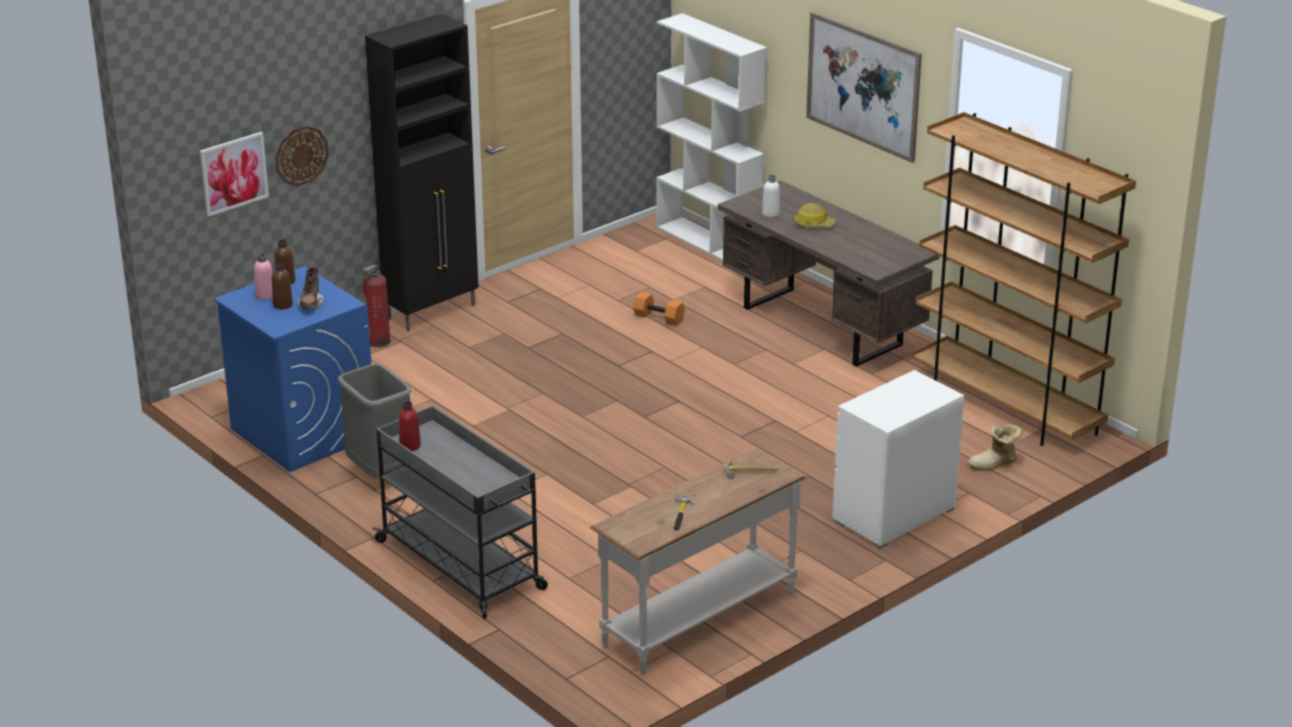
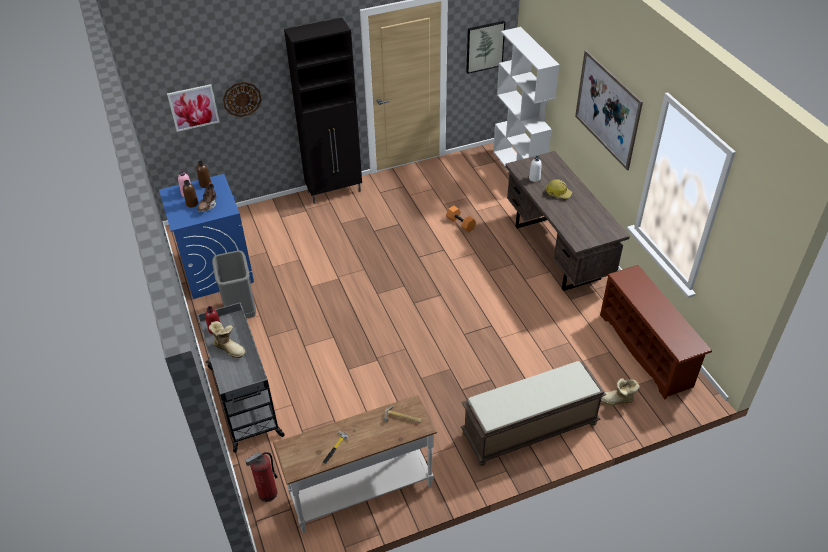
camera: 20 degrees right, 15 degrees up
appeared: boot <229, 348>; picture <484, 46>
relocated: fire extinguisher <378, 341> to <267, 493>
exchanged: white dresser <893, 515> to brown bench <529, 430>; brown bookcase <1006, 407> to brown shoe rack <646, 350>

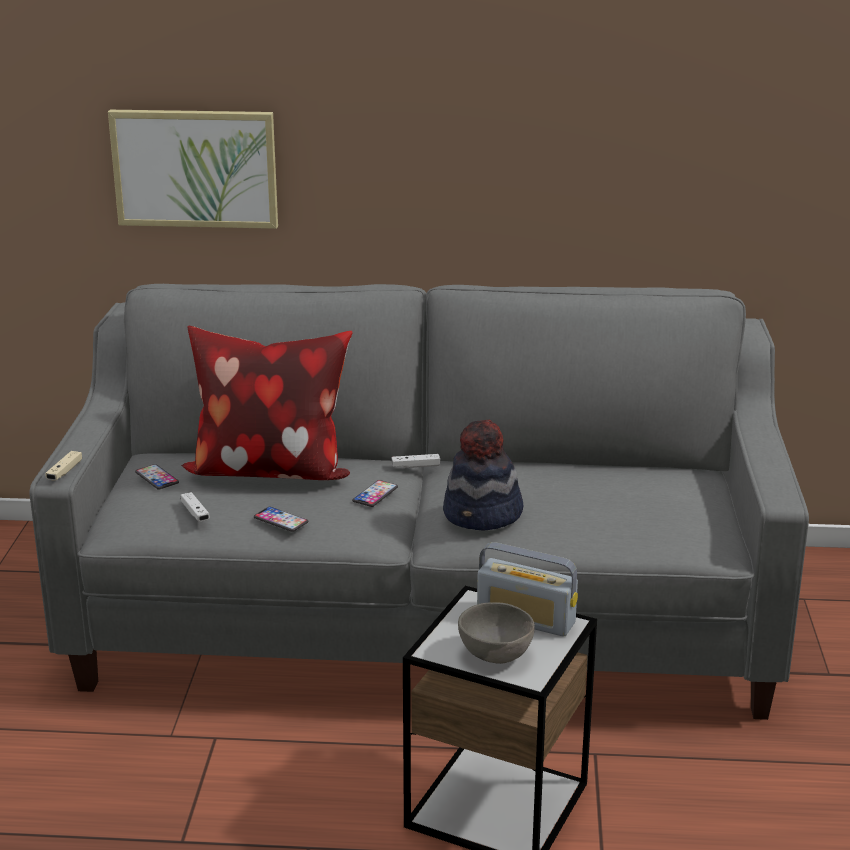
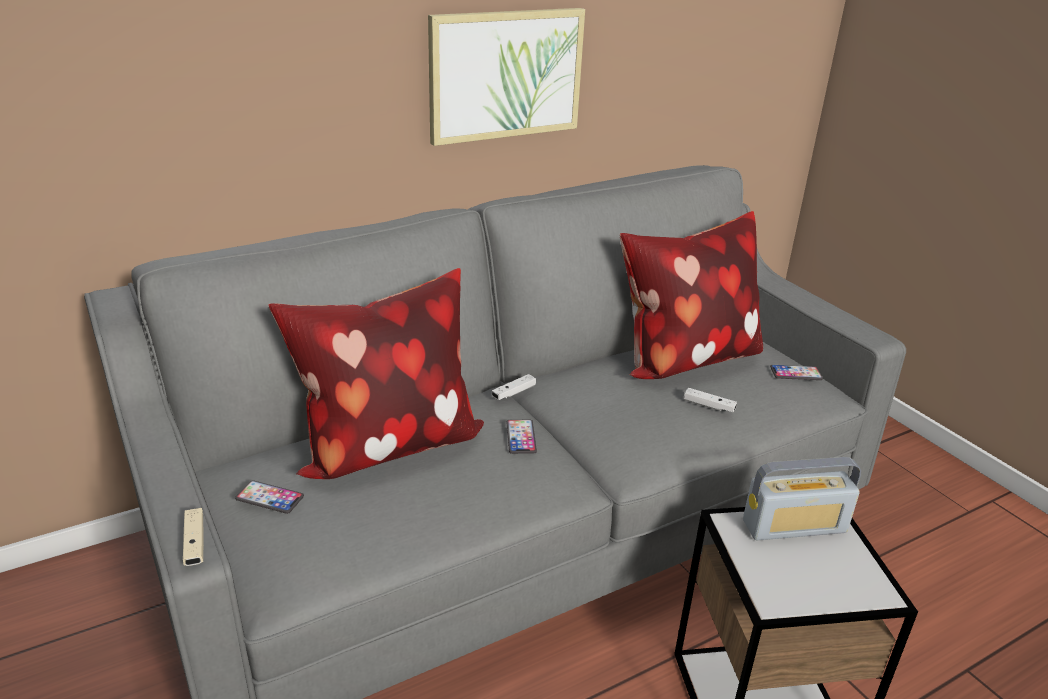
camera: 35 degrees left, 5 degrees up
missing: hat <483, 515>; grey bowl <495, 656>
appeared: pillow <684, 358>
relocated: picture <195, 168> to <505, 74>; white game controller <195, 513> to <709, 406>; phone <281, 520> to <795, 373>

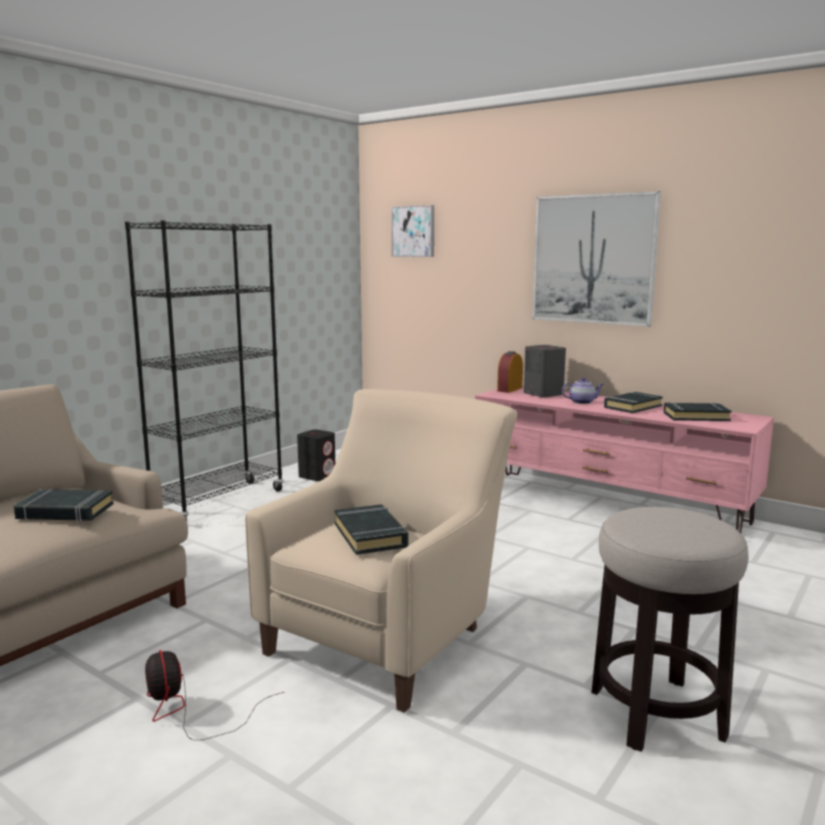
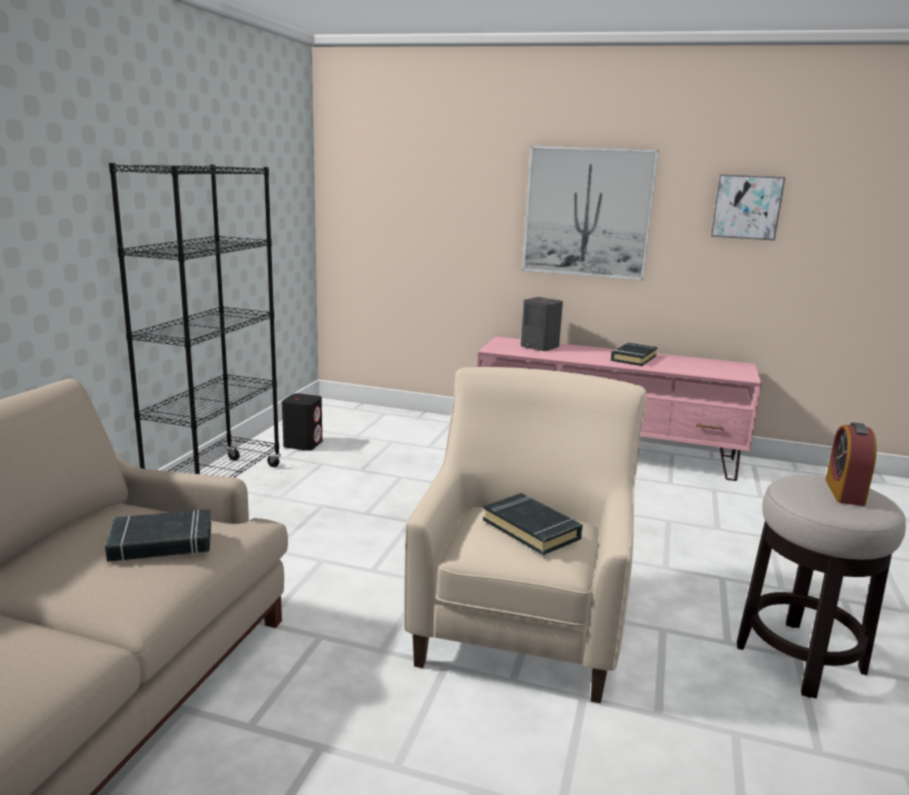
camera: 20 degrees left, 5 degrees up
missing: fan <188, 711>; teapot <582, 402>; black book <695, 416>
relocated: picture <414, 231> to <746, 207>; alarm clock <510, 389> to <844, 492>

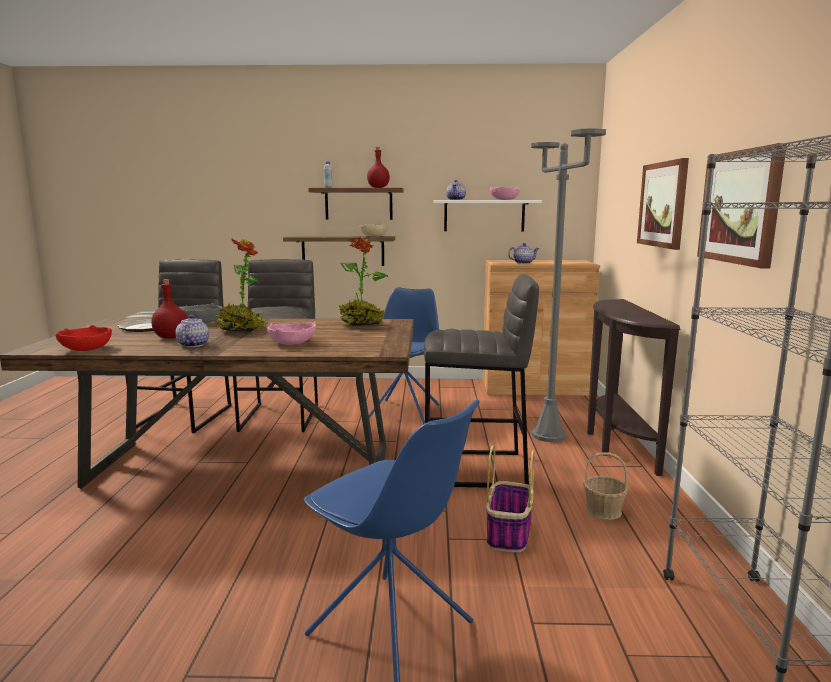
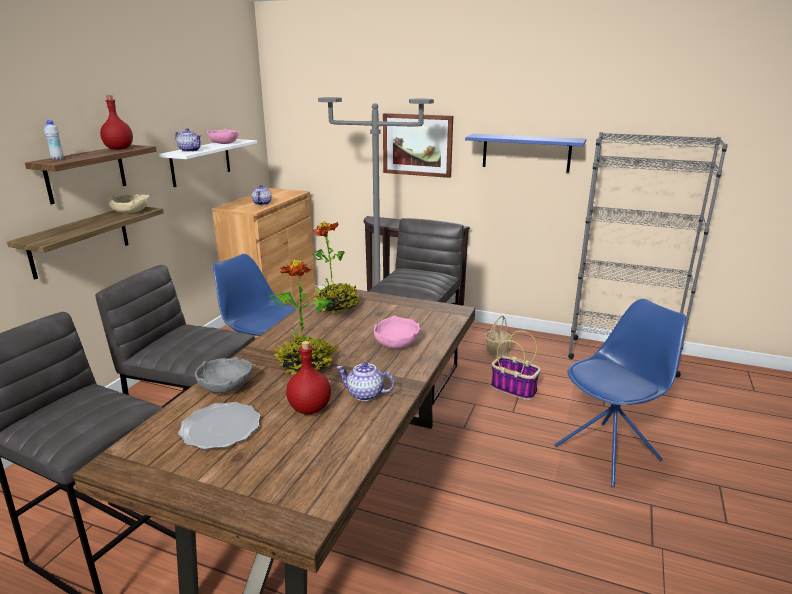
camera: 70 degrees left, 10 degrees up
missing: red bowl <86, 349>
exchanged: picture <740, 207> to blue shelf <526, 152>

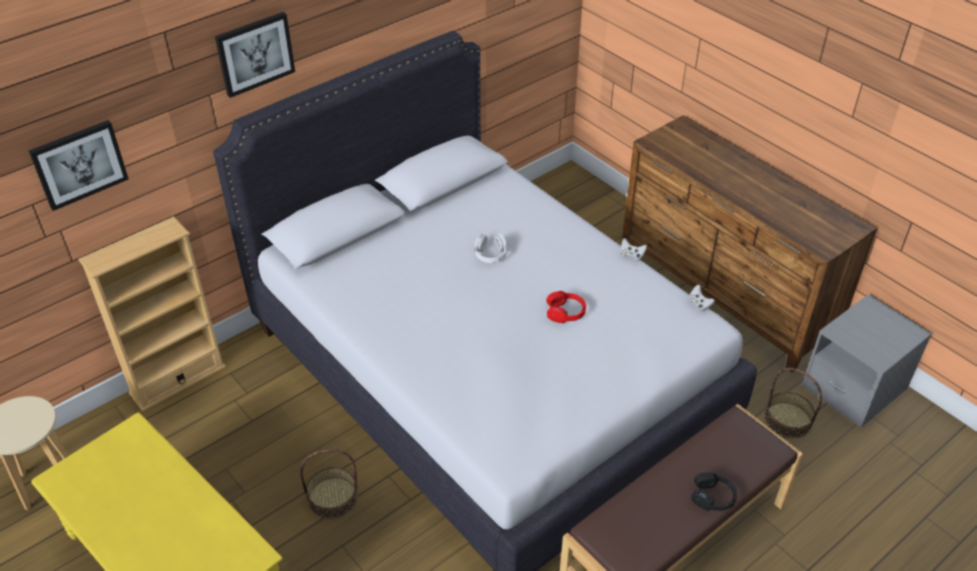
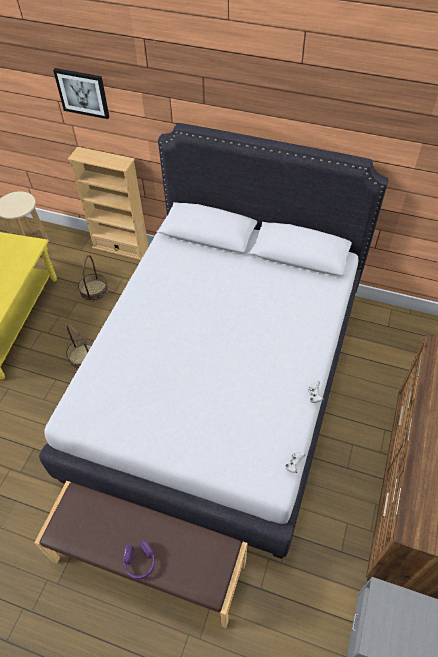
camera: 60 degrees right, 10 degrees up
missing: picture <255, 53>; white headphones <491, 254>; red headphones <565, 312>
relocated: basket <788, 420> to <94, 290>
colour: black headphones <713, 497> to purple headphones <140, 562>

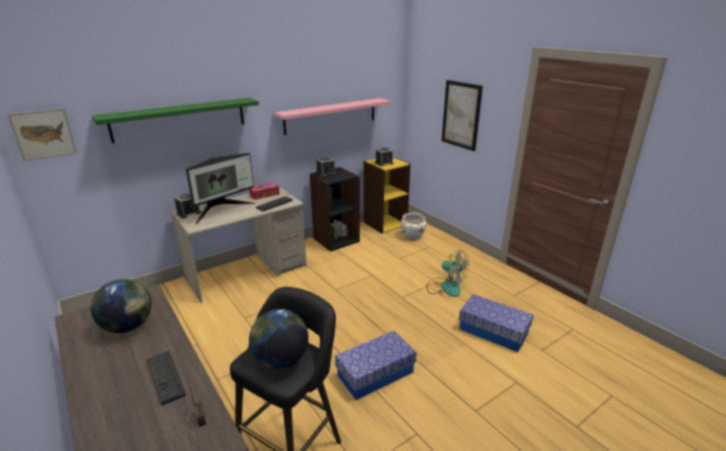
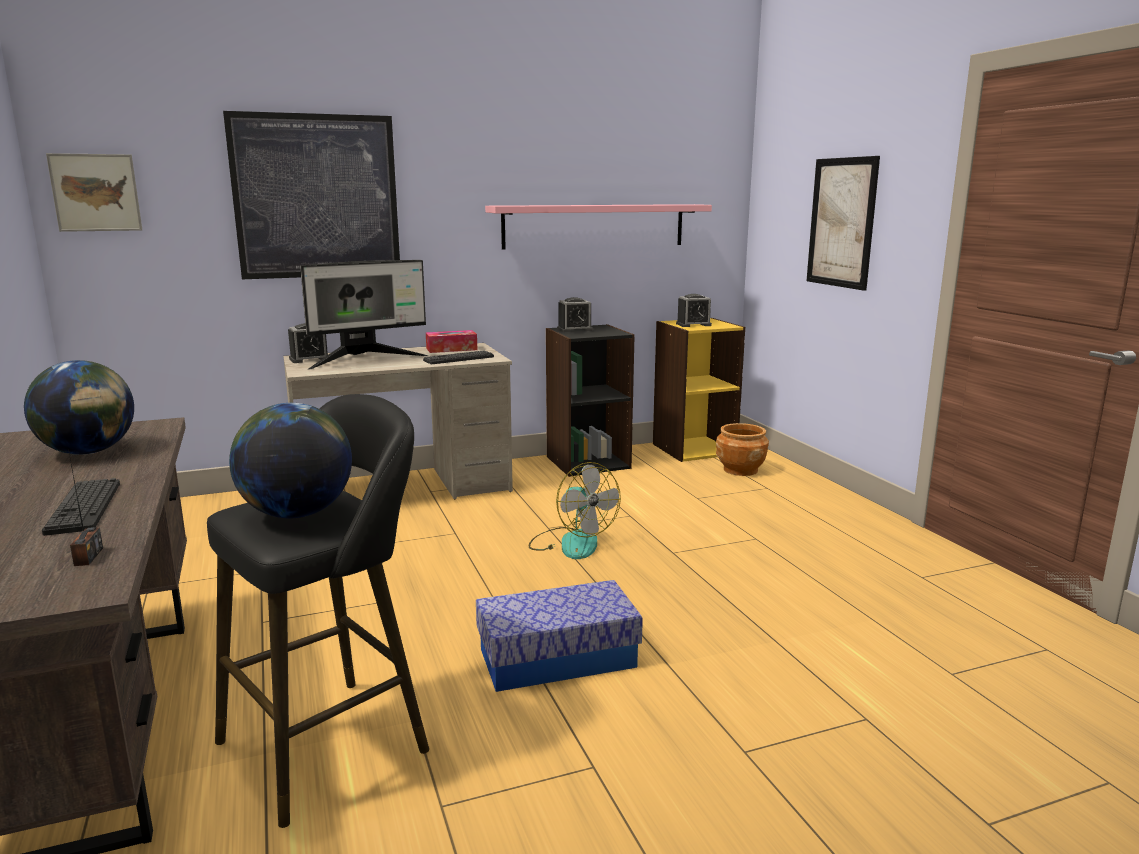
camera: 15 degrees right, 10 degrees down
missing: storage box <493, 331>
relocated: fan <445, 286> to <571, 542>
exchanged: green shelf <180, 119> to picture <316, 197>
colour: white planter <412, 236> to brown planter <740, 470>

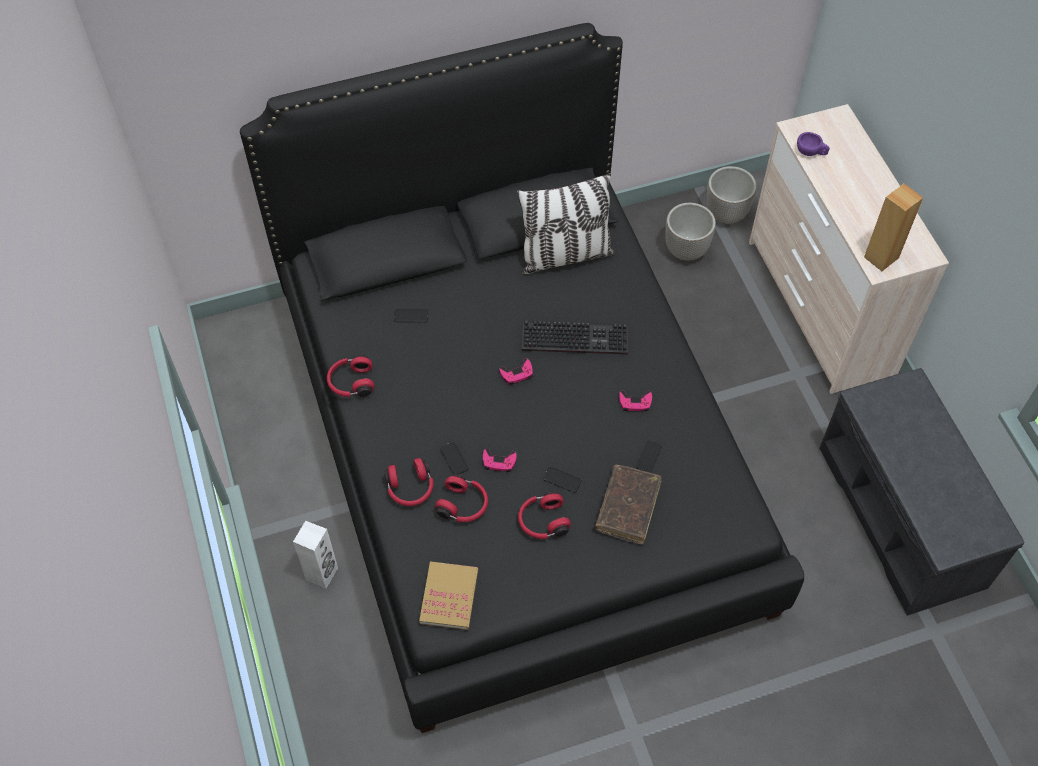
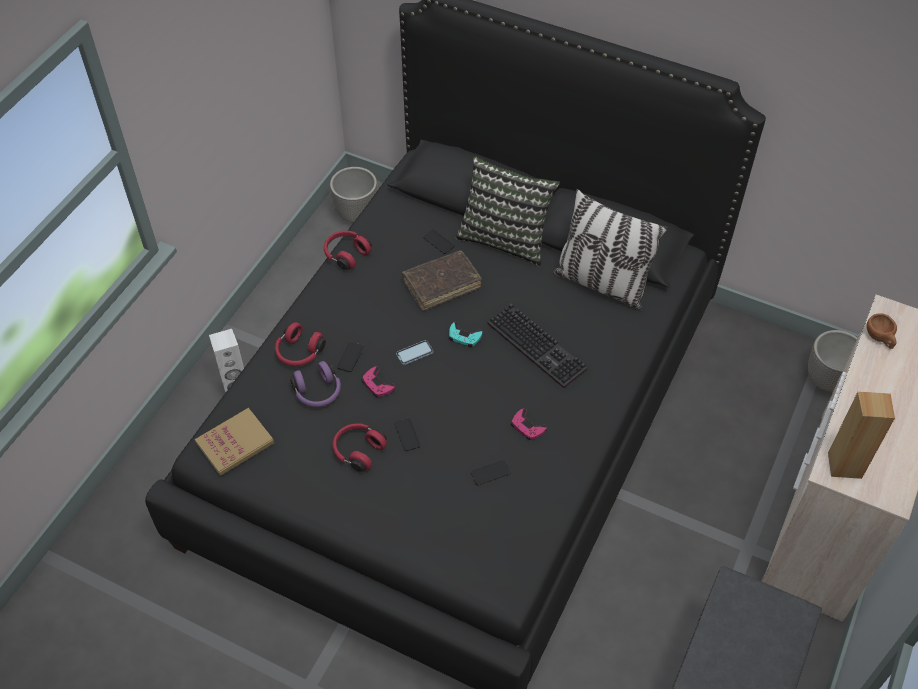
camera: 45 degrees right, 5 degrees down
appeared: phone <414, 353>; pillow <505, 237>
relocated: planter <685, 250> to <356, 214>; brown book <628, 508> to <441, 284>
colour: red headphones <463, 505> to purple headphones <318, 392>; pink game controller <517, 374> to turquoise game controller <464, 337>; purple cup <811, 152> to brown cup <880, 338>

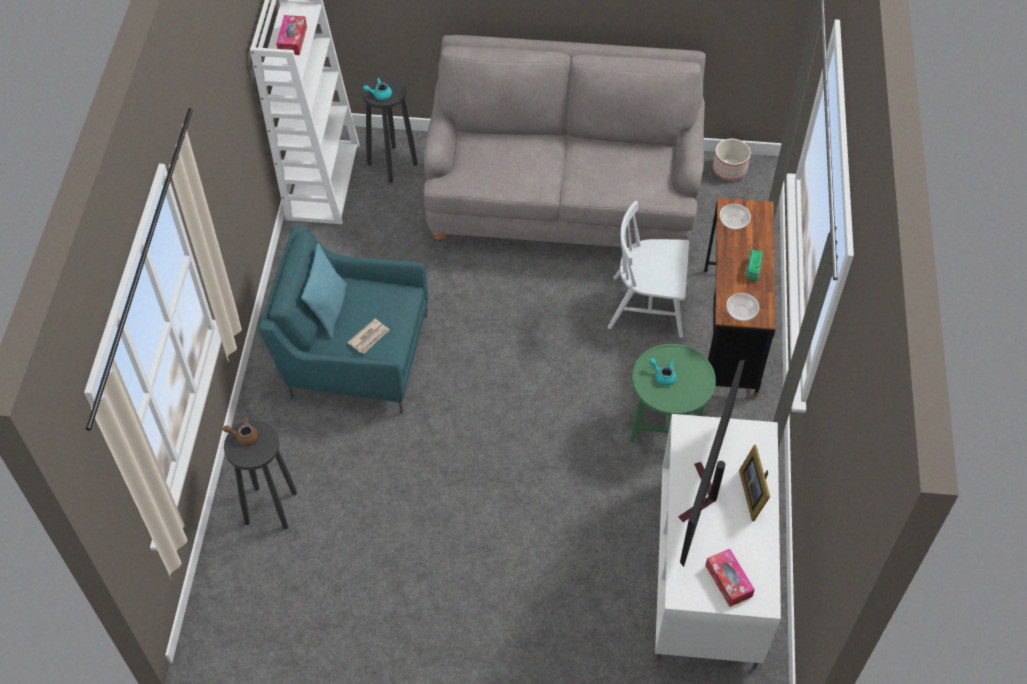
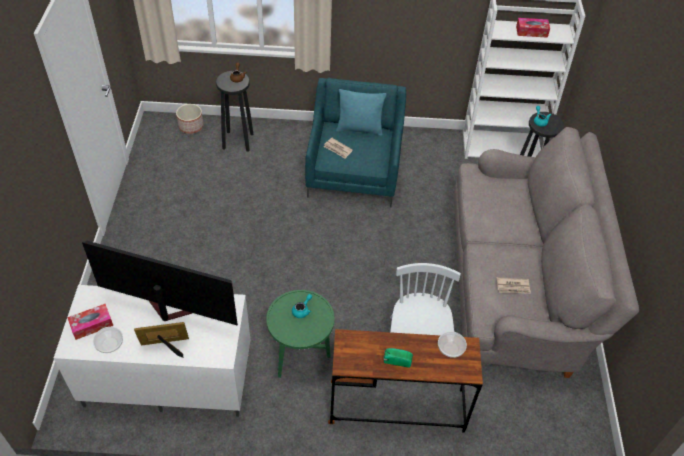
camera: 85 degrees right, 5 degrees down
appeared: newspaper <513, 287>
relocated: bowl <740, 312> to <110, 344>; planter <729, 169> to <191, 126>

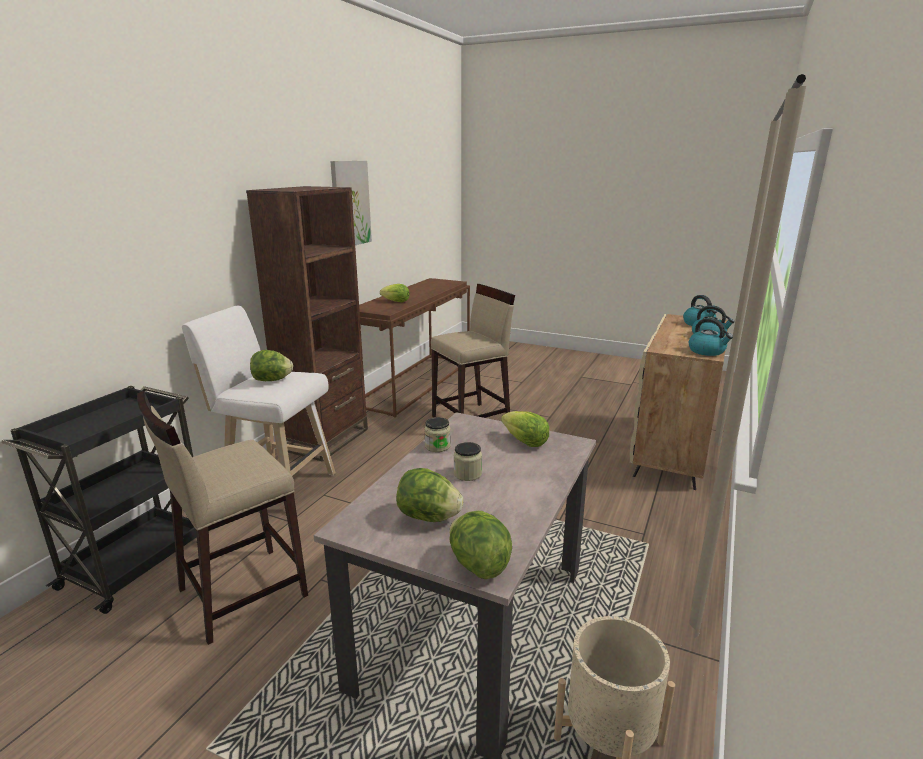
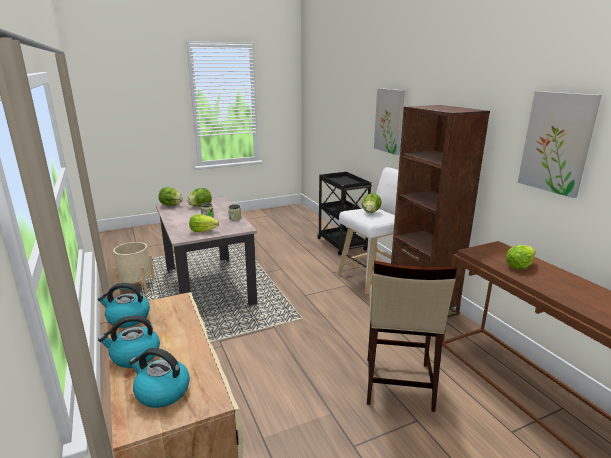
camera: 130 degrees right, 0 degrees up
missing: beige stool <241, 592>
appeared: picture <389, 121>

